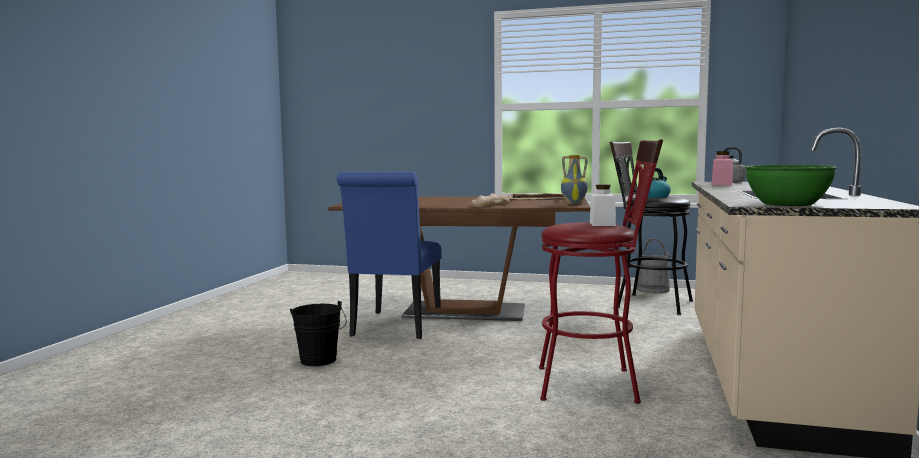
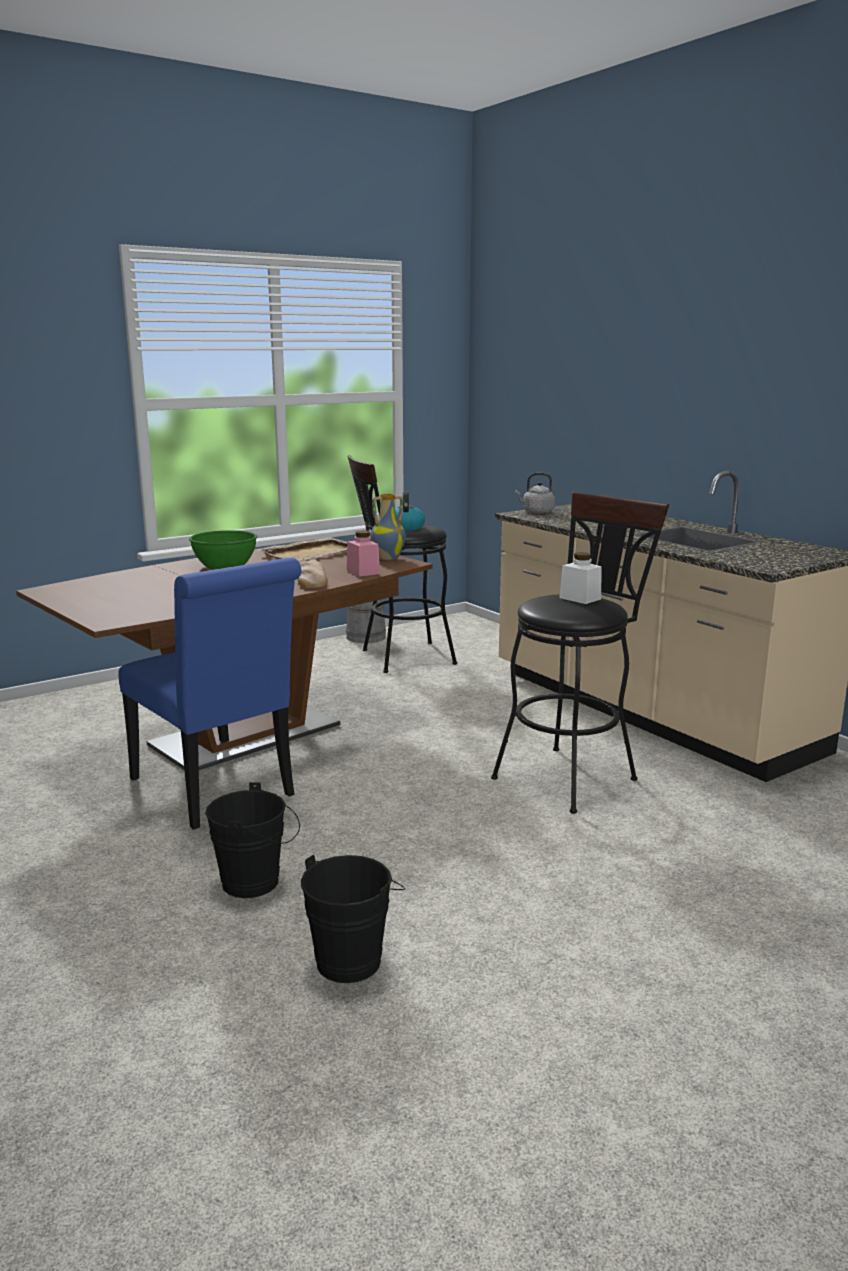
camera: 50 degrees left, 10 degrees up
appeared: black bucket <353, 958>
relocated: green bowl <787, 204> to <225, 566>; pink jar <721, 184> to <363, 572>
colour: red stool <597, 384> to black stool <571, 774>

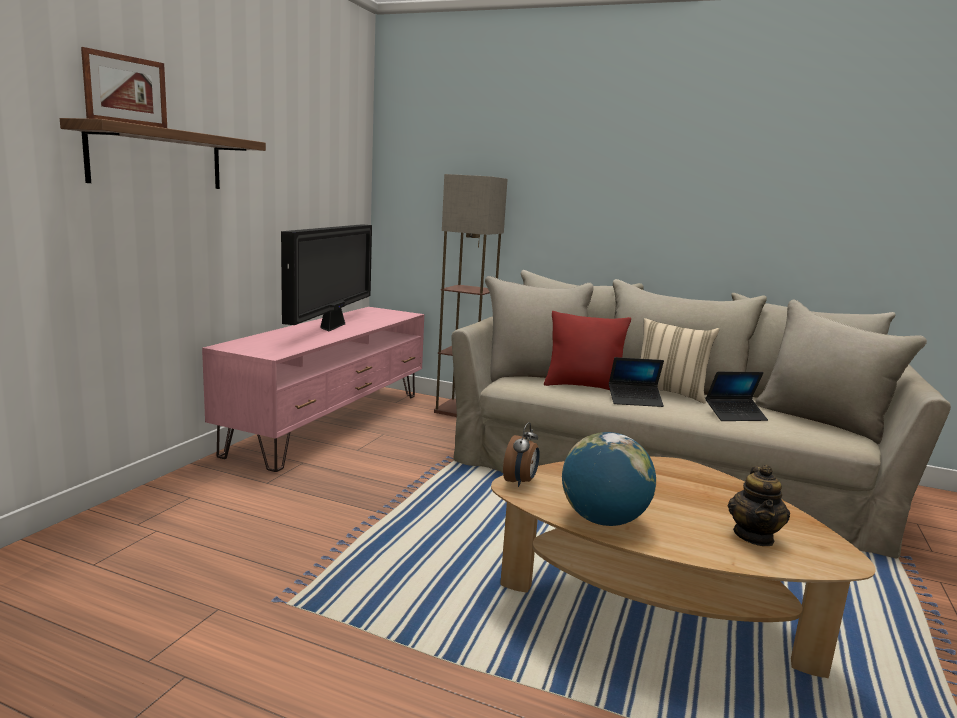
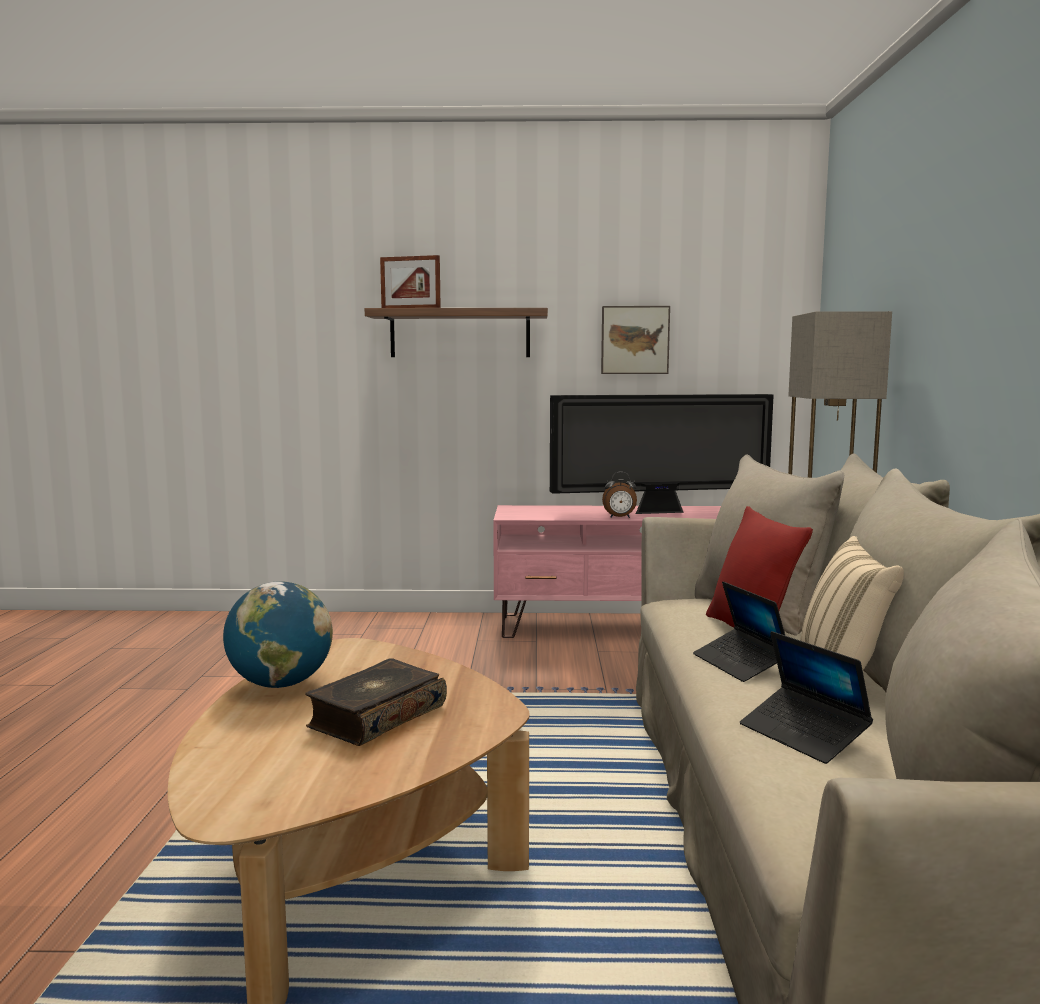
camera: 70 degrees right, 5 degrees down
missing: teapot <754, 536>
appeared: book <376, 717>; picture <634, 340>
relocated: alarm clock <520, 482> to <619, 517>

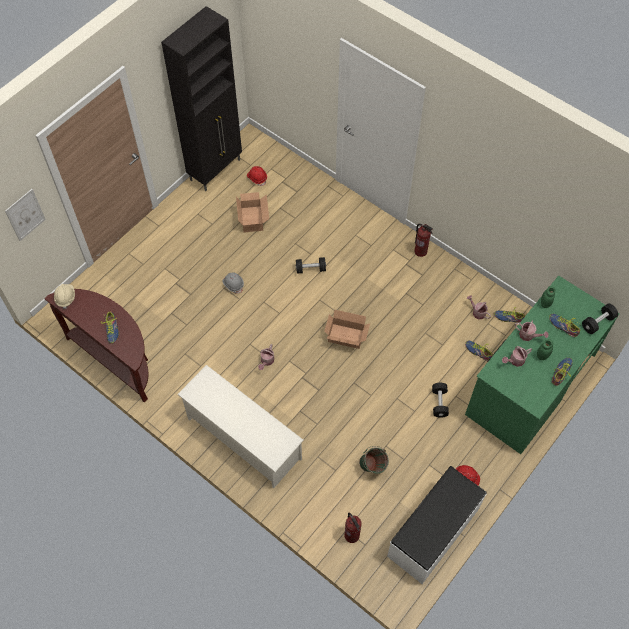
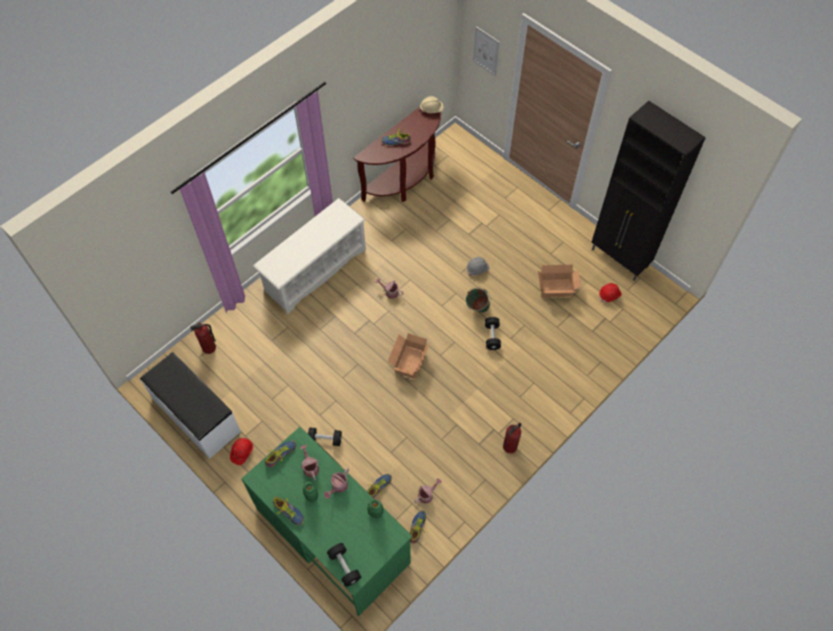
camera: 95 degrees right, 0 degrees up
relocated: shoe <563, 326> to <280, 454>; green bucket <372, 468> to <477, 310>

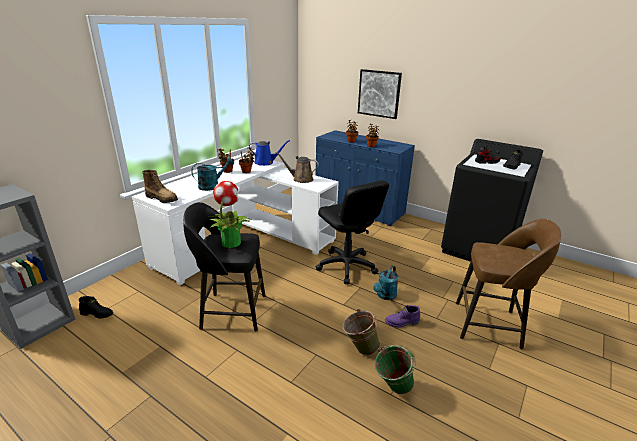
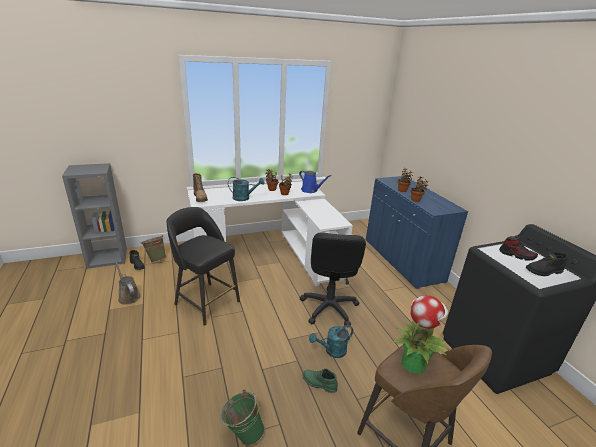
camera: 35 degrees right, 0 degrees up
missing: picture <379, 93>
relocated: brown watering can <300, 179> to <128, 296>; green bucket <359, 348> to <156, 259>; potted plant <231, 242> to <413, 363>
colour: purple boot <402, 322> to green boot <319, 383>

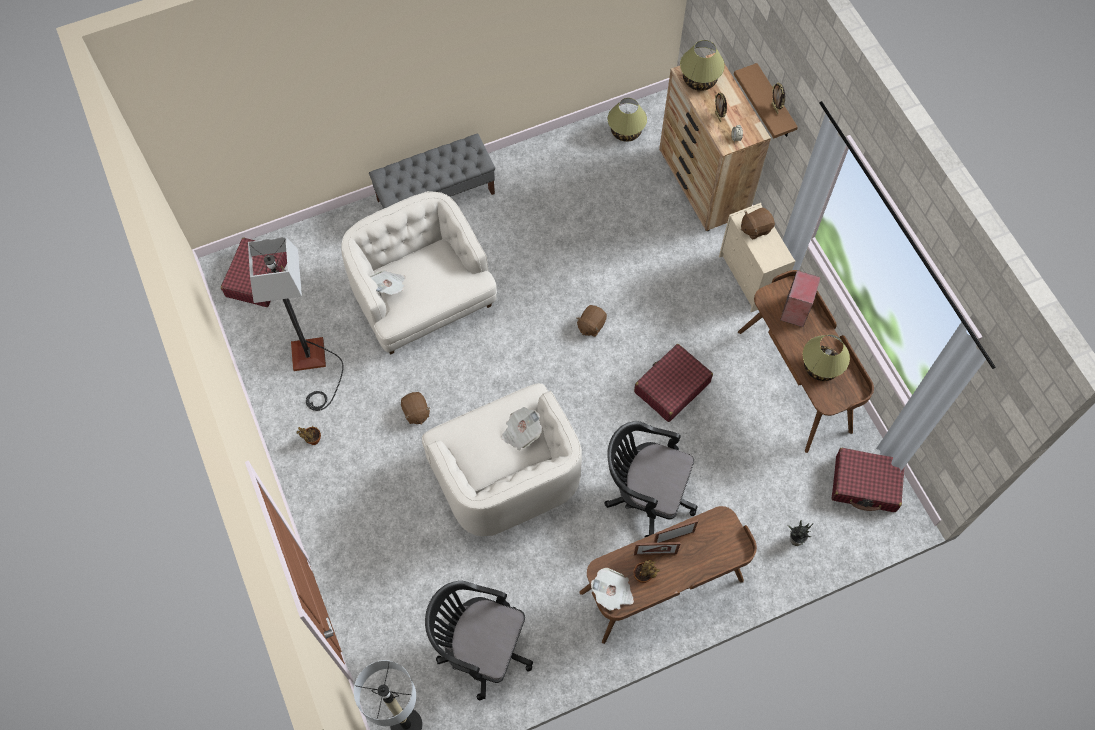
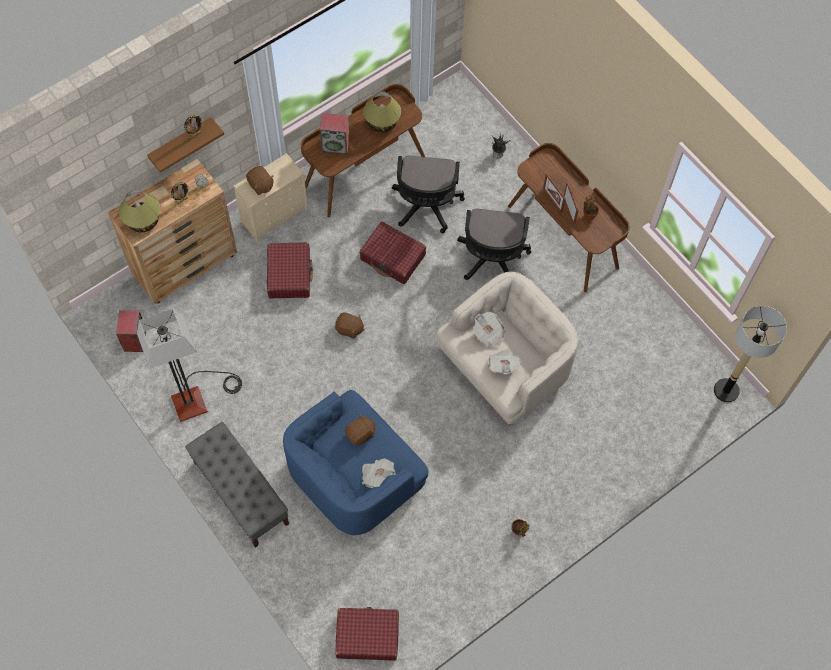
camera: 105 degrees left, 0 degrees up
relocated: floor lamp <313, 364> to <198, 398>; red suitcase <865, 484> to <289, 274>; brown plush toy <416, 412> to <360, 434>; black office chair <480, 647> to <426, 207>; newspaper <612, 593> to <503, 365>
exchanged: table lamp <626, 131> to speaker <134, 339>
colour: white armchair <422, 298> to blue armchair <354, 476>

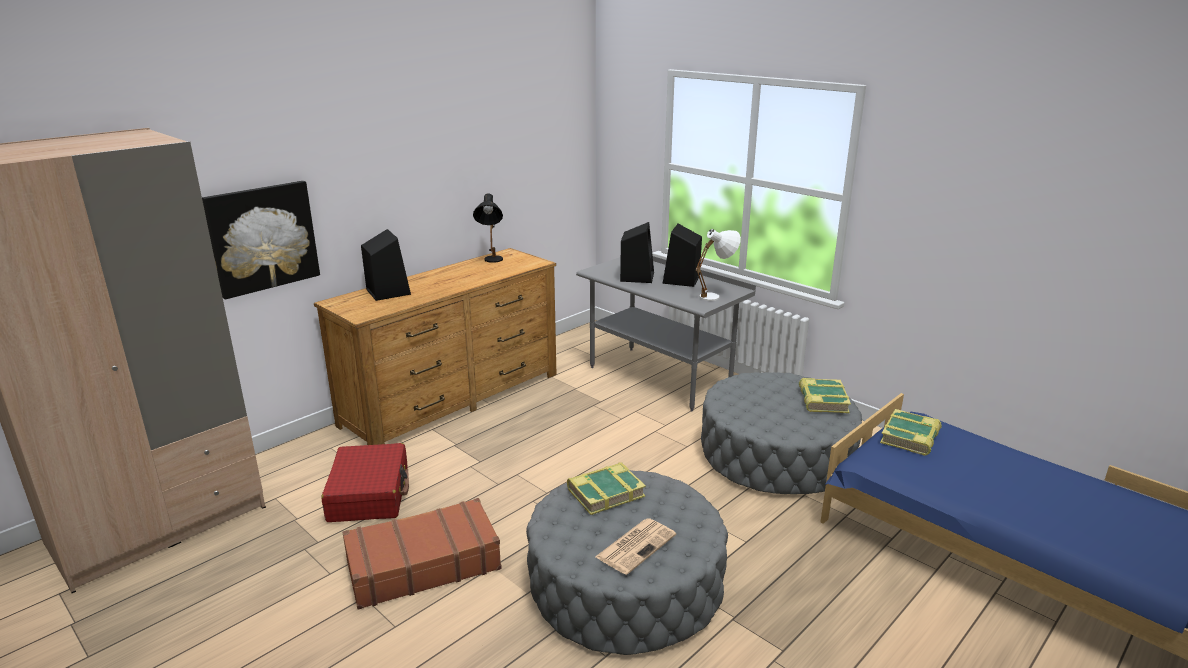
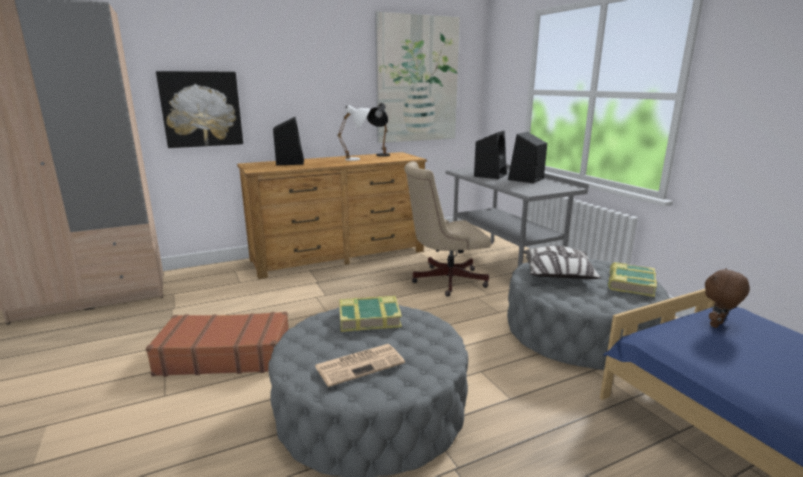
camera: 20 degrees right, 5 degrees down
missing: red suitcase <369, 494>
appeared: picture <417, 80>; beige office chair <444, 280>; pillow <558, 275>
relocated: white table lamp <716, 296> to <358, 159>
exchanged: book <910, 437> to brown plush toy <717, 325>

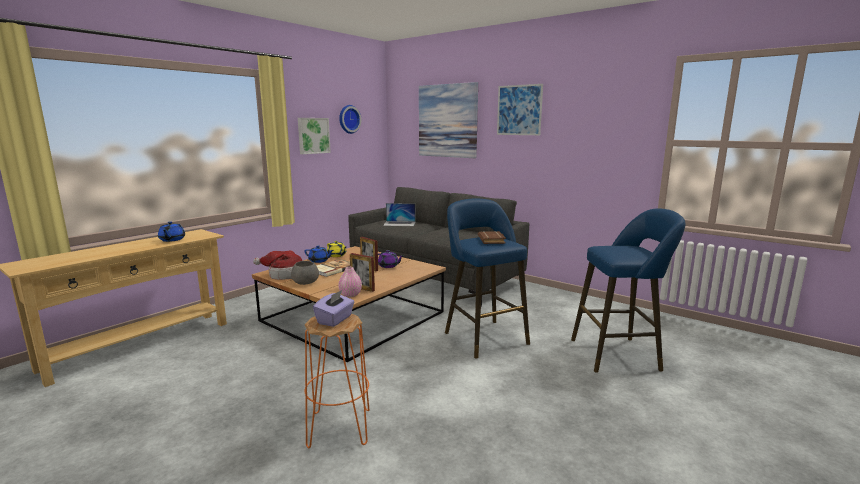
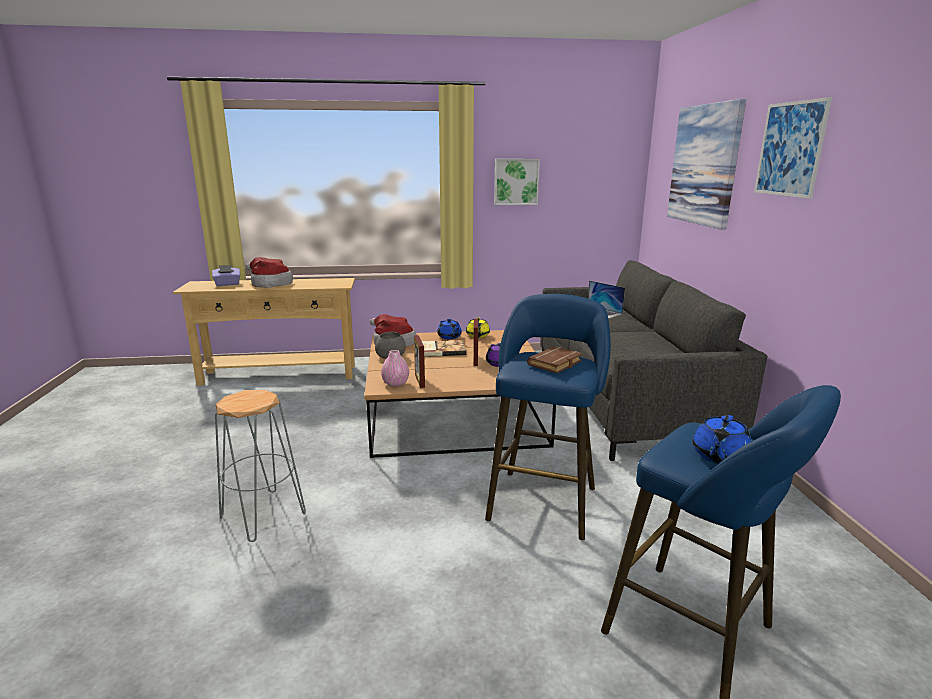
camera: 45 degrees right, 5 degrees up
missing: wall clock <348, 119>
appeared: hat <269, 284>
relocated: purple tissue box <335, 320> to <227, 284>; blue teapot <172, 240> to <719, 456>
colour: orange stool <339, 427> to grey stool <264, 514>

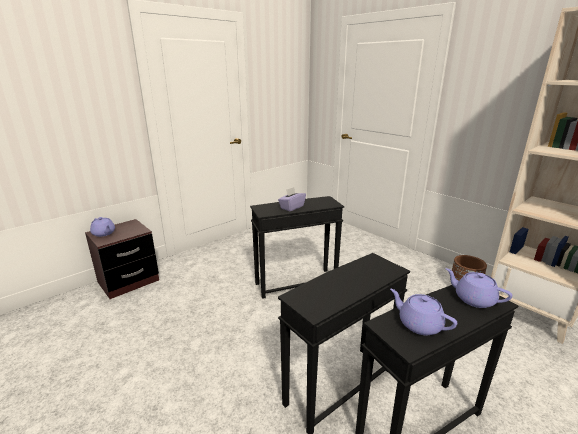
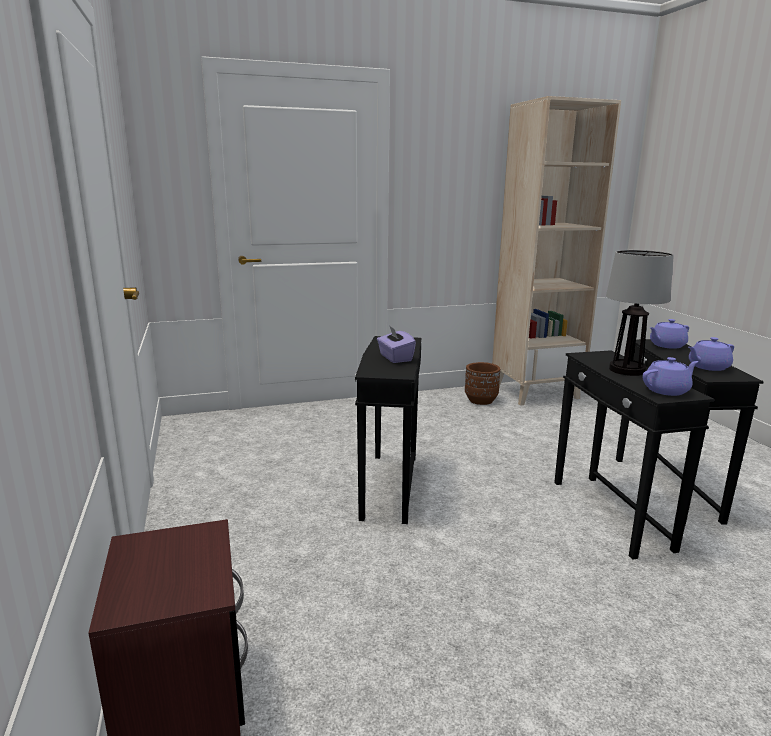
camera: 65 degrees left, 5 degrees down
appeared: table lamp <626, 370>
relocated: purple teapot <104, 233> to <667, 390>

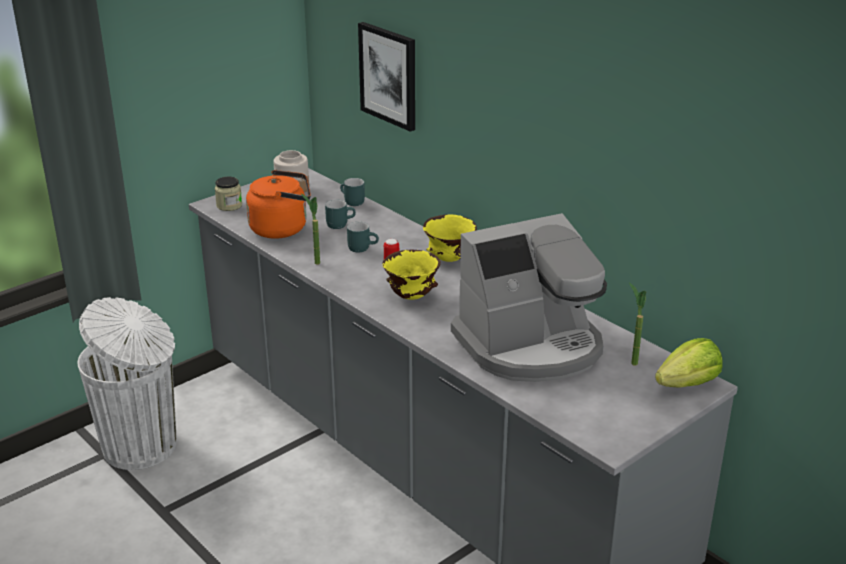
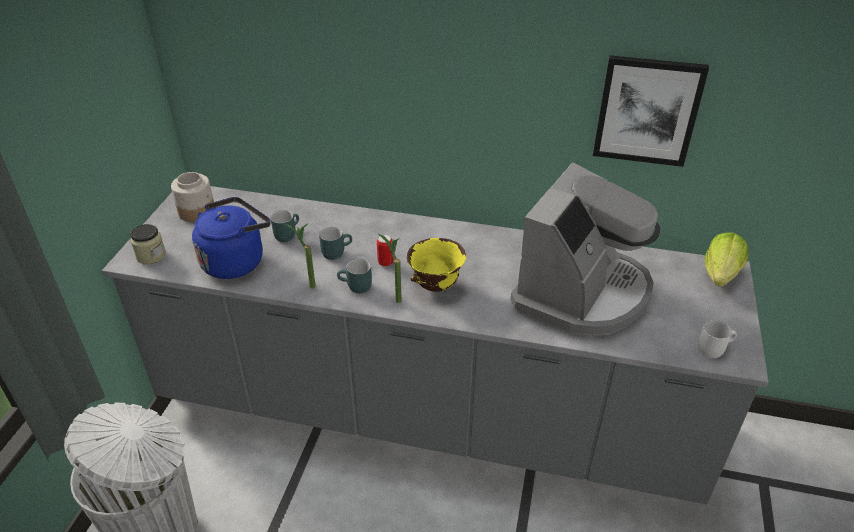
camera: 35 degrees left, 10 degrees up
missing: yellow bowl <449, 259>
appeared: white mug <713, 348>
relocated: turquoise mug <351, 202> to <355, 287>; potted plant <631, 360> to <393, 298>; picture <389, 75> to <647, 111>
colour: orange kettle <282, 228> to blue kettle <236, 261>

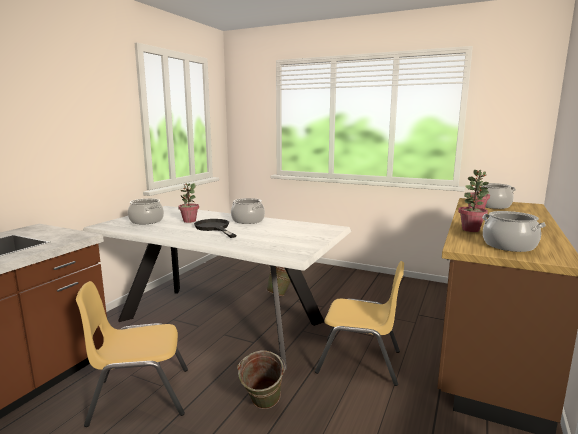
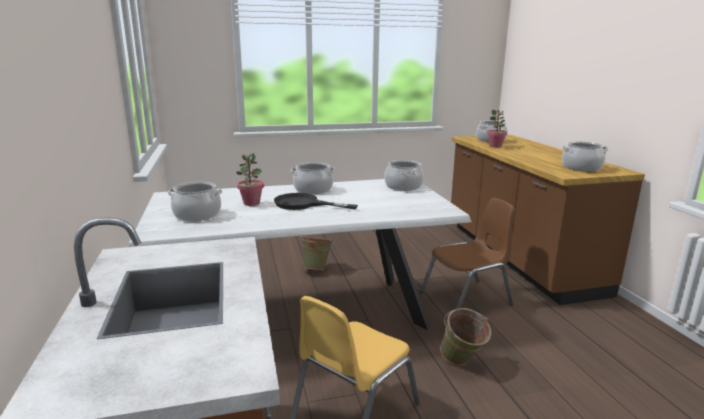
camera: 40 degrees left, 5 degrees up
missing: potted plant <470, 230>
appeared: cooking pot <403, 186>
colour: yellow chair <359, 361> to brown chair <466, 299>

